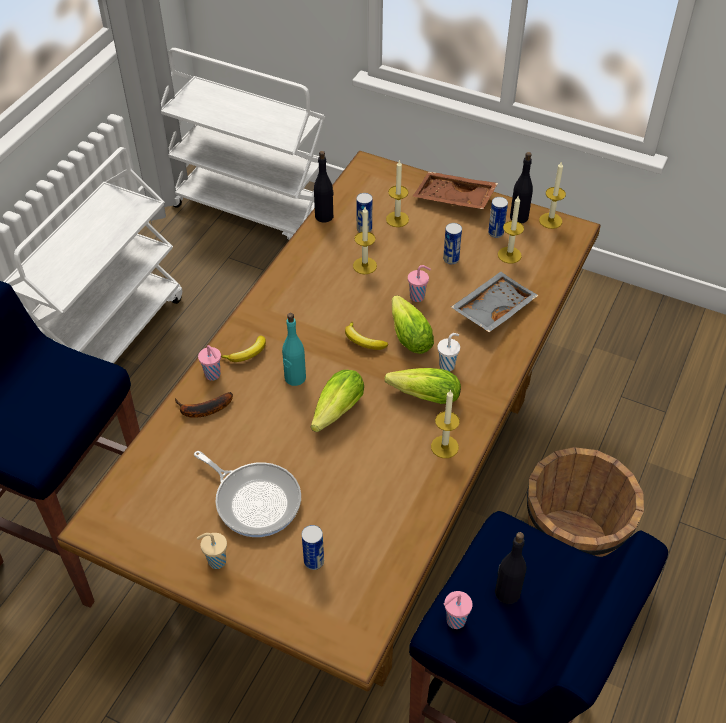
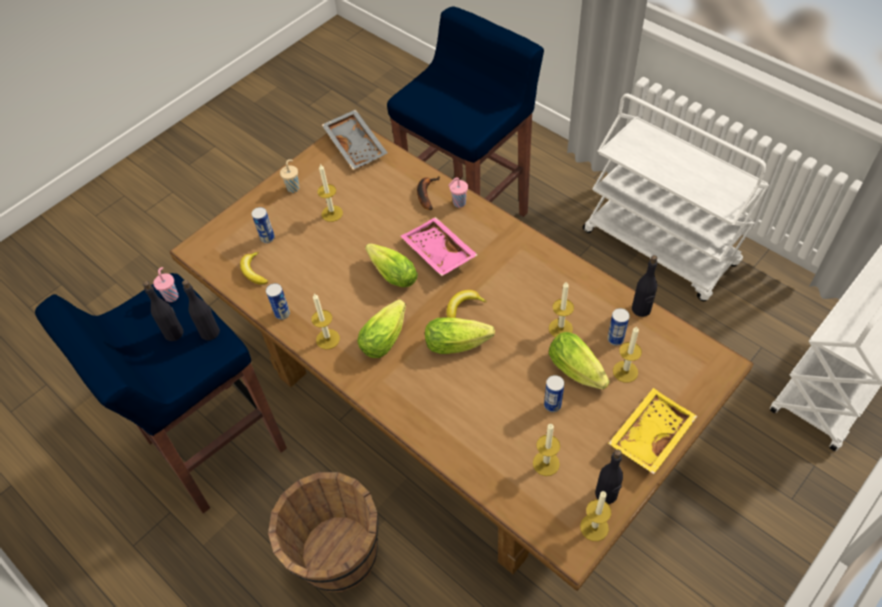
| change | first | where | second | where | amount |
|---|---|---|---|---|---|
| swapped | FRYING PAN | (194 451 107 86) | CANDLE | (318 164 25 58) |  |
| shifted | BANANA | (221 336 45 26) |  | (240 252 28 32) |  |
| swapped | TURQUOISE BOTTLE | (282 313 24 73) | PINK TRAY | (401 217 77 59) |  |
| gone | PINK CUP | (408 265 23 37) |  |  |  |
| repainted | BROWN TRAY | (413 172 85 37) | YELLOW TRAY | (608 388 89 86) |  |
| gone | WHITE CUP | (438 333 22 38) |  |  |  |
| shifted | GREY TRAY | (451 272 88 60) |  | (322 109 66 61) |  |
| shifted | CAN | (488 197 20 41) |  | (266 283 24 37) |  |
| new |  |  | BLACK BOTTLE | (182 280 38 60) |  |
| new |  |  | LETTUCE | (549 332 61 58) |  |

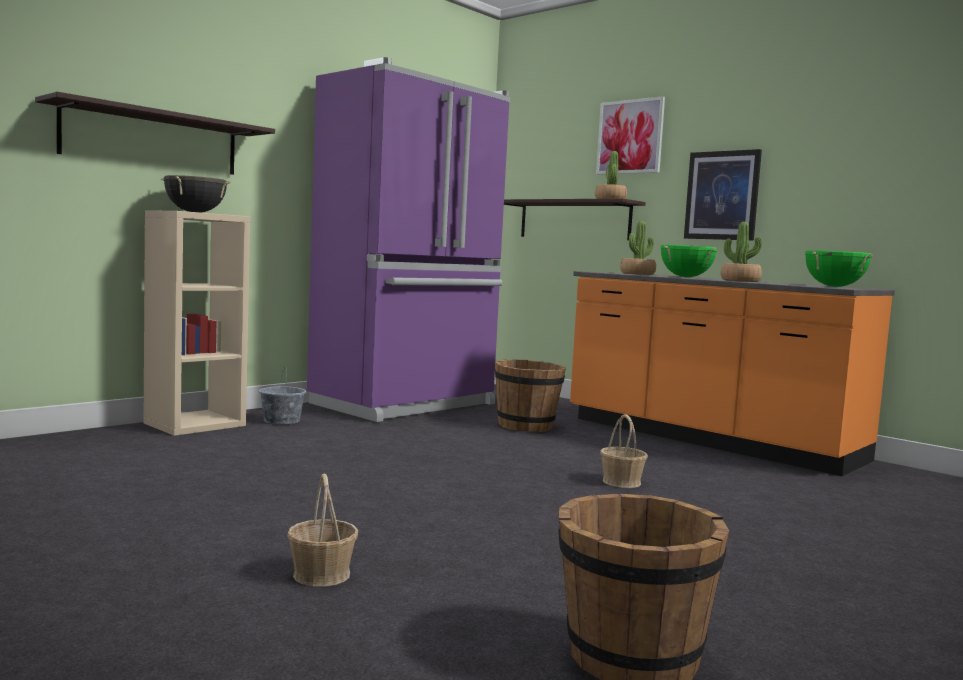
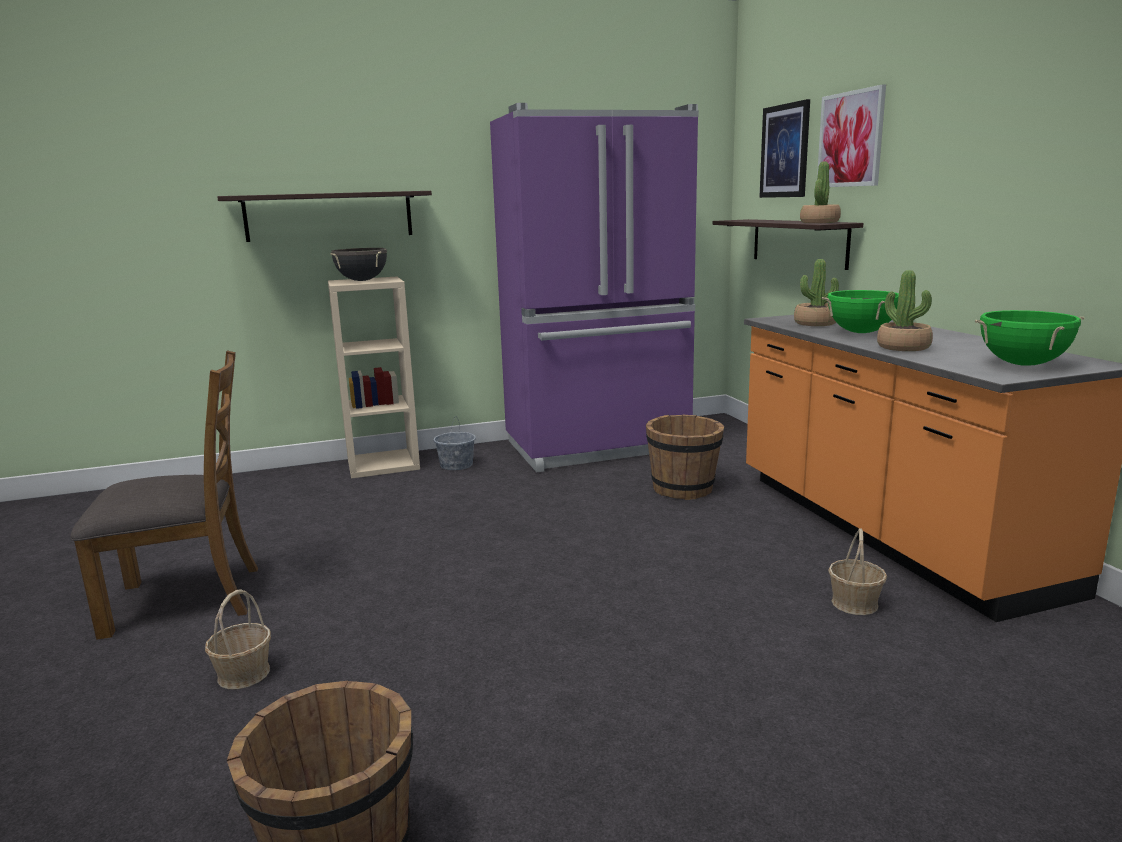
| change | first | where | second | where | amount |
|---|---|---|---|---|---|
| shifted | BASKET | (600 414 48 74) |  | (828 528 59 87) |  |
| shifted | PICTURE | (684 149 78 92) |  | (759 99 51 99) |  |
| new |  |  | BROWN CHAIR | (70 351 188 289) |  |

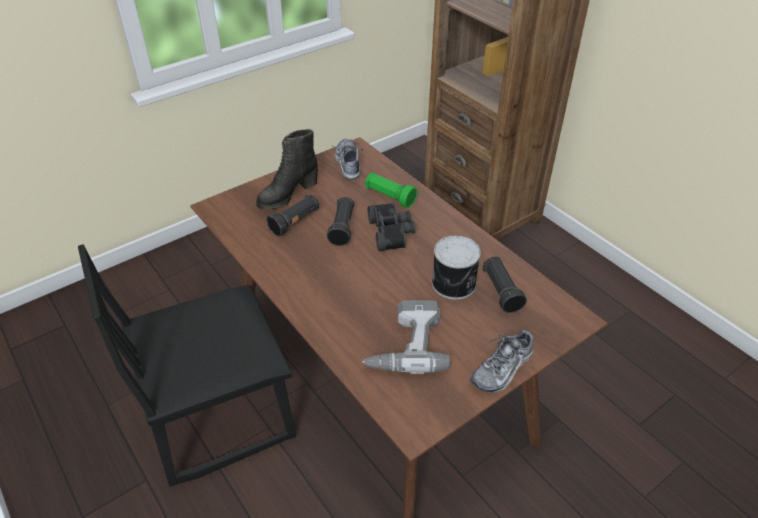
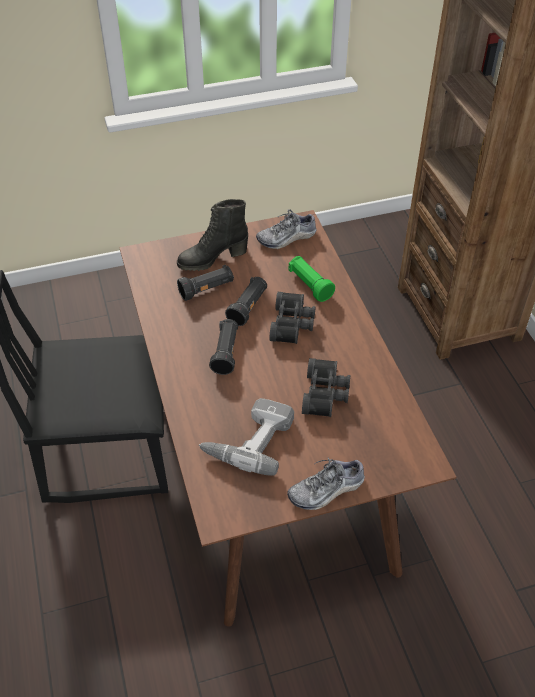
| change | first | where | second | where | amount |
|---|---|---|---|---|---|
| rotated | SHOE | (331 139 32 41) |  | (256 210 61 39) | 120 degrees counterclockwise |
| swapped | CAN | (432 236 49 64) | BLACK BINOCULARS | (302 358 48 59) |  |
| shifted | BLACK FLASHLIGHT | (483 257 44 56) |  | (209 319 29 56) |  |

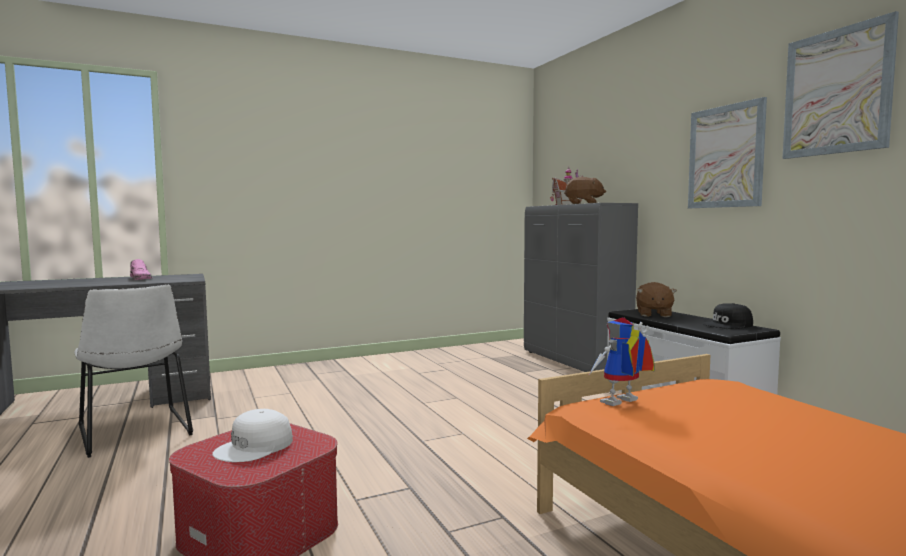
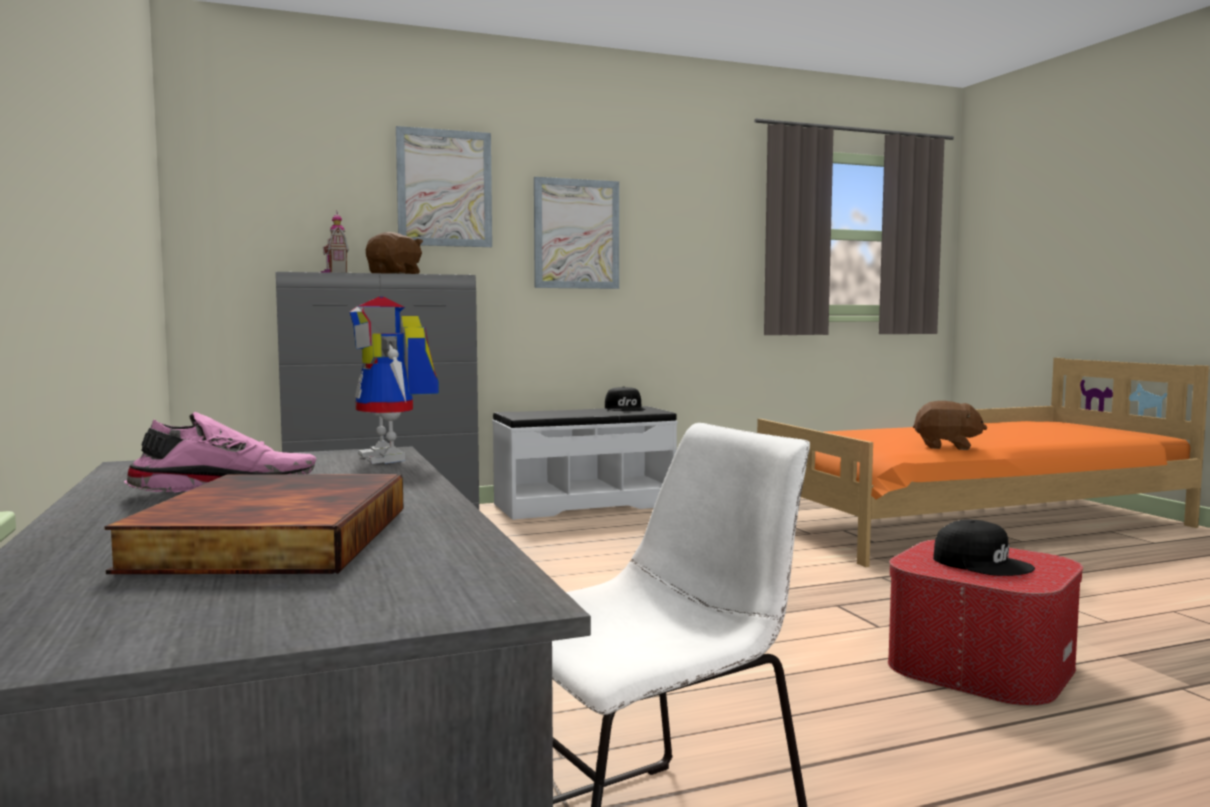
| change | first | where | second | where | amount |
|---|---|---|---|---|---|
| repainted | WHITE CAP | (212 409 81 53) | BLACK CAP | (933 520 102 56) |  |
| shifted | TOY ROBOT | (588 317 67 89) |  | (349 297 90 167) |  |
| shifted | BROWN PLUSH TOY | (636 282 41 35) |  | (913 401 74 49) |  |
| shifted | PICTURE | (782 11 117 148) |  | (396 126 96 121) |  |
| new |  |  | BOOK | (105 474 298 100) |  |

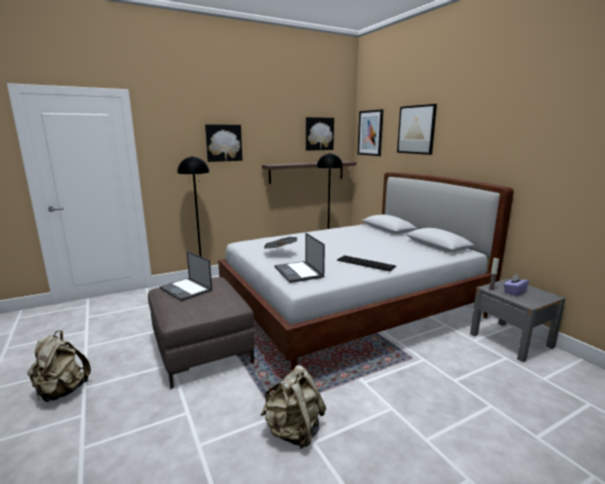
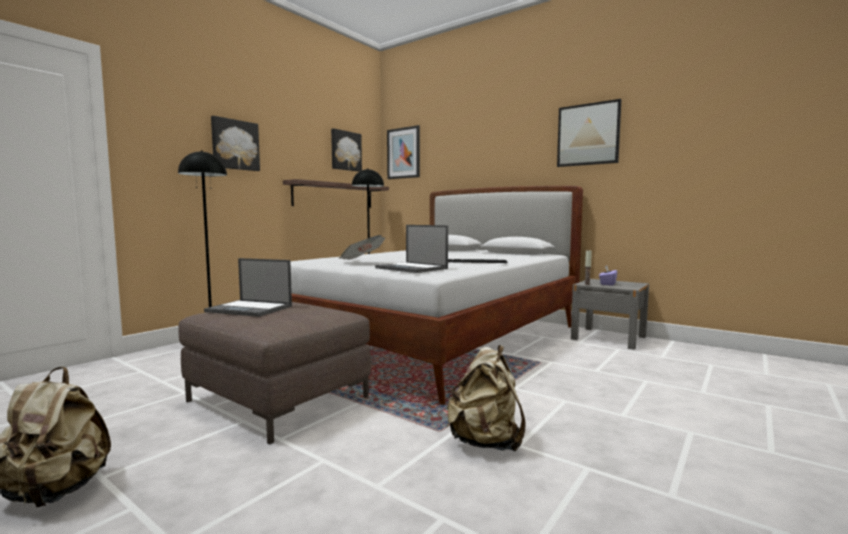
| change | first | where | second | where | amount |
|---|---|---|---|---|---|
| shifted | PICTURE | (397 104 40 51) |  | (557 99 64 68) |  |

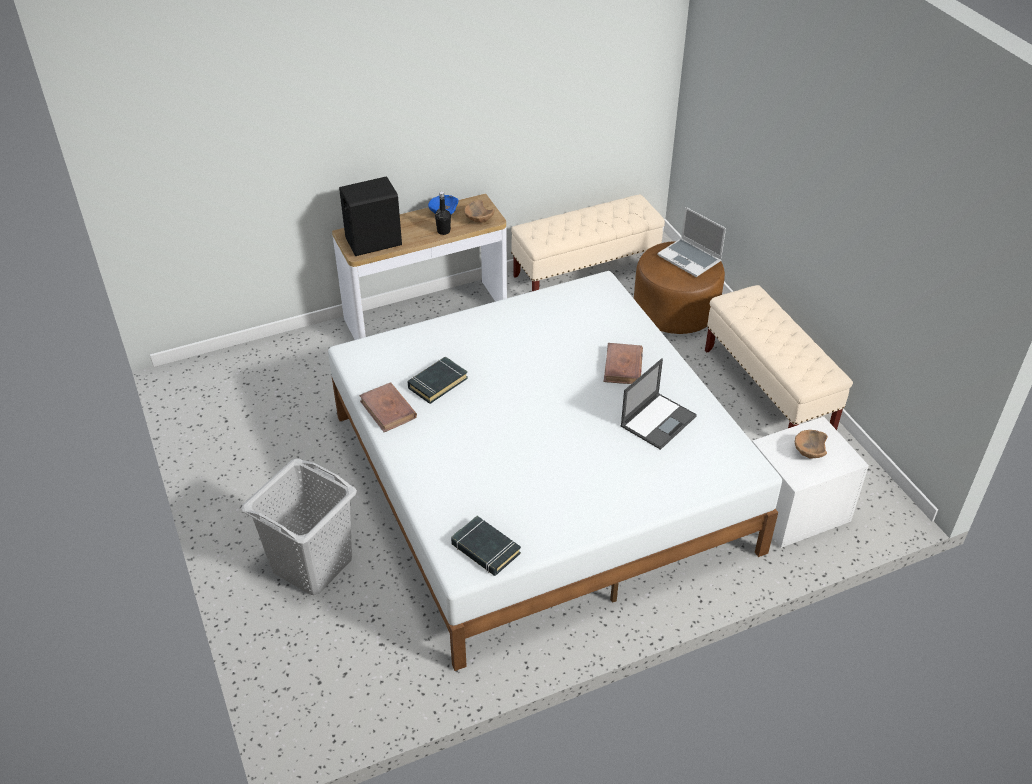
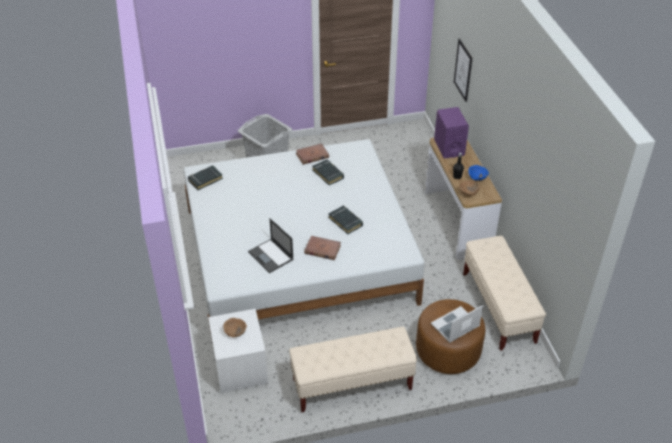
| change | first | where | second | where | amount |
|---|---|---|---|---|---|
| repainted | BLACK SPEAKER | (339 176 63 80) | PURPLE SPEAKER | (434 107 35 51) |  |
| new |  |  | BLACK BOOK | (328 206 35 28) |  |
| new |  |  | PICTURE | (454 39 18 63) |  |

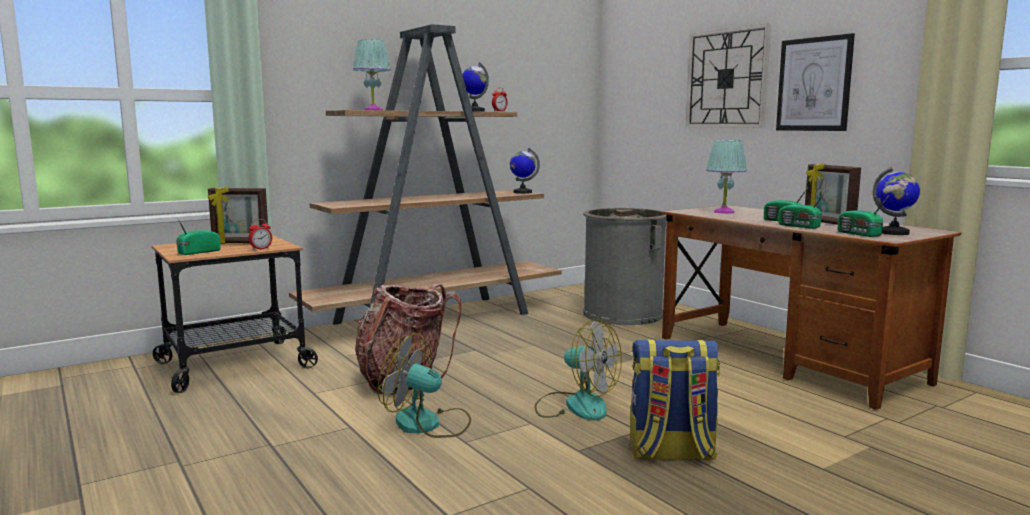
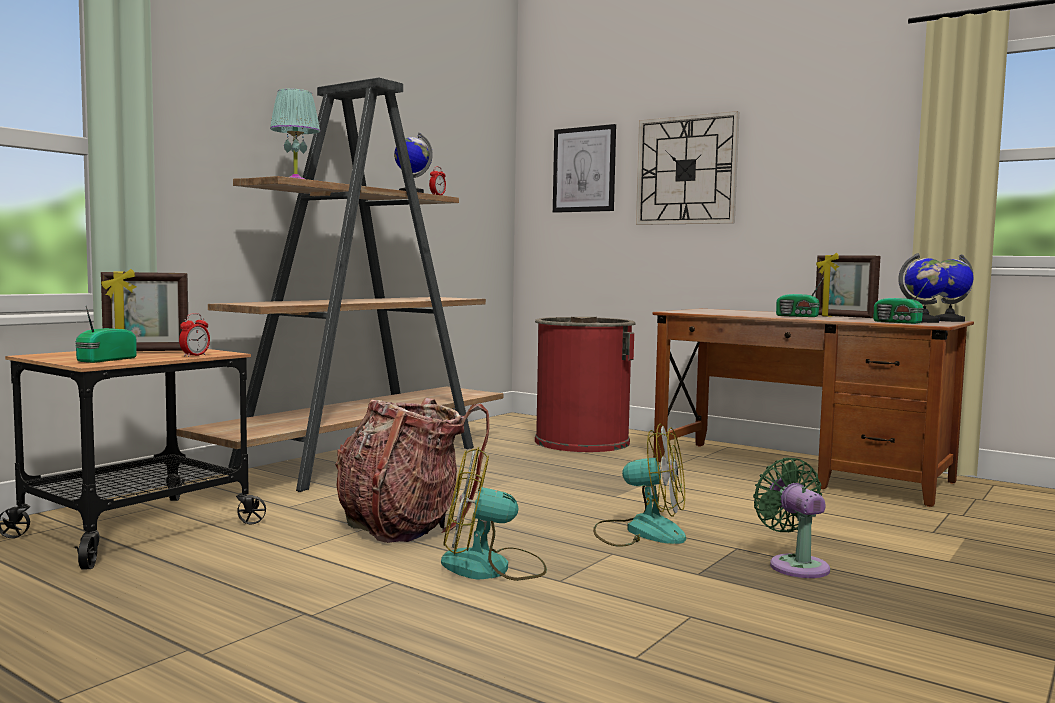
| change | first | where | second | where | amount |
|---|---|---|---|---|---|
| shifted | GLOBE | (510 148 30 46) |  | (936 254 38 68) |  |
| repainted | GREY TRASH CAN | (583 208 83 117) | RED TRASH CAN | (535 317 101 135) |  |
| swapped | BACKPACK | (630 340 90 120) | GREEN FAN | (753 457 77 121) |  |
| gone | TURQUOISE TABLE LAMP | (706 140 41 74) |  |  |  |
| shifted | PICTURE | (776 33 79 98) |  | (553 124 63 89) |  |
| gone | RADIO | (779 190 48 39) |  |  |  |

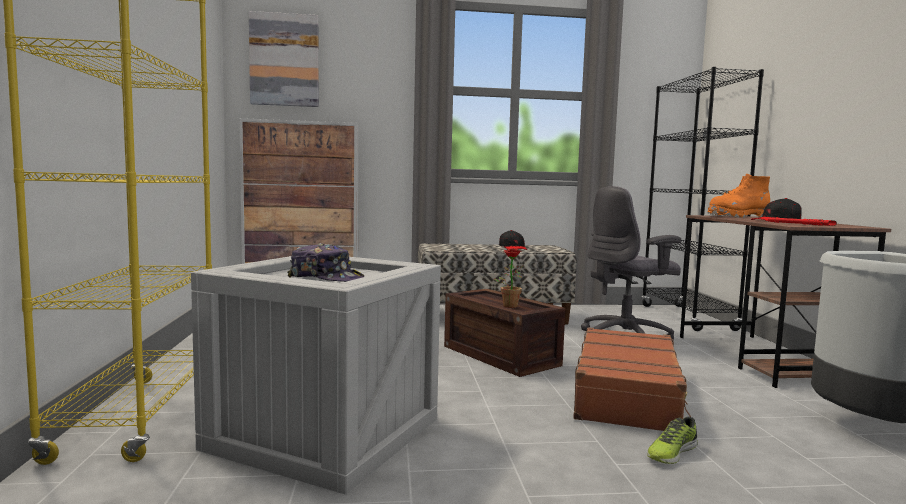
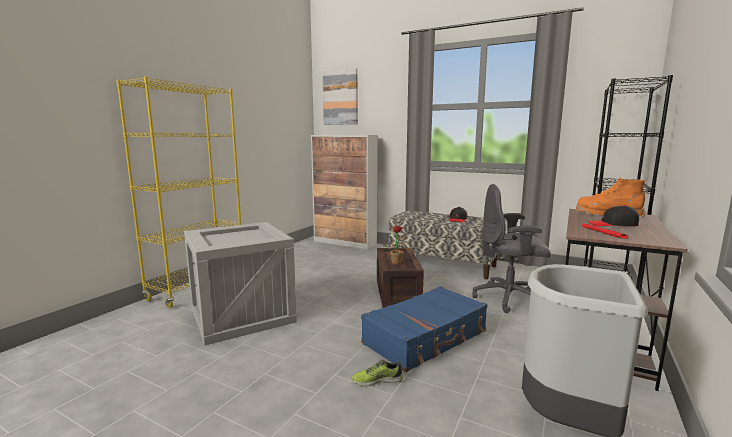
| change | first | where | second | where | amount |
|---|---|---|---|---|---|
| gone | CAP | (288 243 76 39) |  |  |  |
| repainted | BROWN SUITCASE | (573 327 118 104) | BLUE SUITCASE | (361 286 126 86) |  |

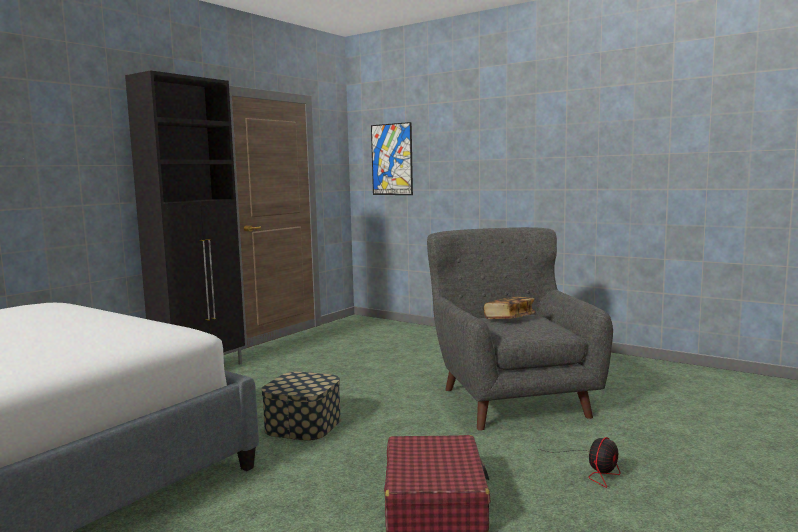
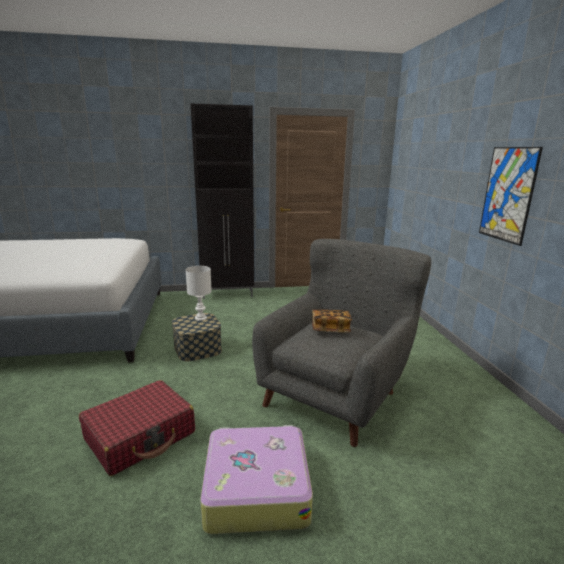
| change | first | where | second | where | amount |
|---|---|---|---|---|---|
| shifted | PICTURE | (371 122 42 73) |  | (479 147 64 99) |  |
| swapped | FAN | (539 437 81 51) | SUITCASE | (200 425 113 109) |  |
| new |  |  | WHITE TABLE LAMP | (186 266 26 55) |  |

